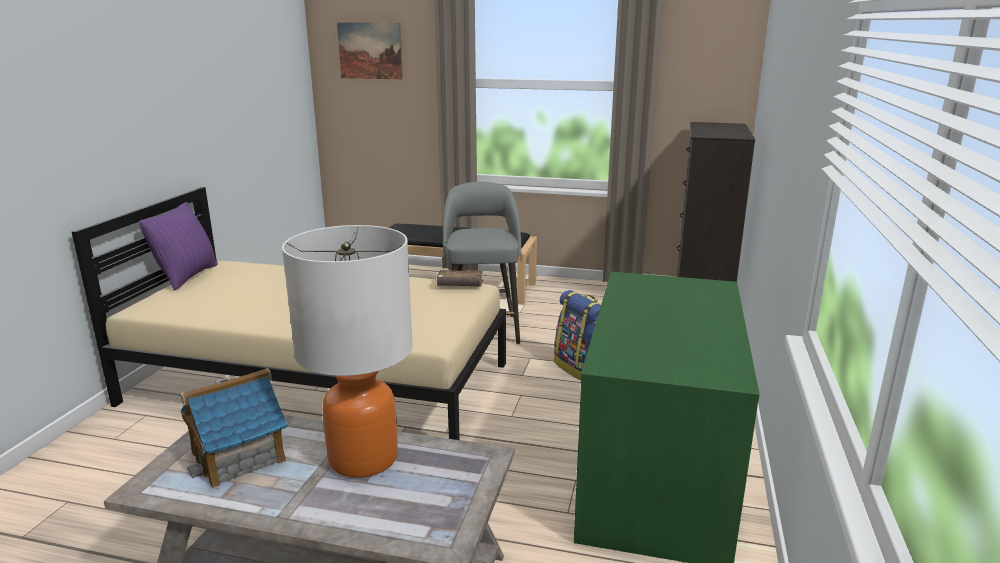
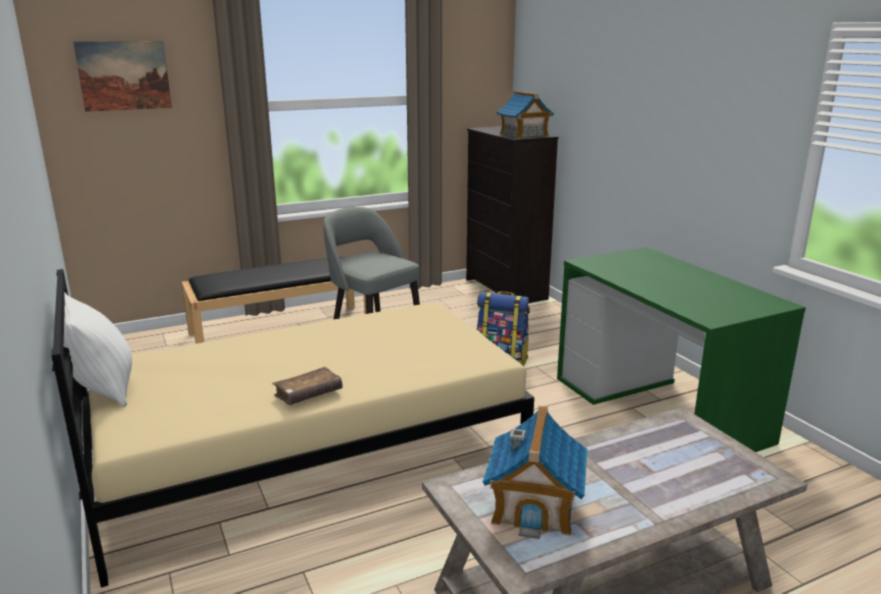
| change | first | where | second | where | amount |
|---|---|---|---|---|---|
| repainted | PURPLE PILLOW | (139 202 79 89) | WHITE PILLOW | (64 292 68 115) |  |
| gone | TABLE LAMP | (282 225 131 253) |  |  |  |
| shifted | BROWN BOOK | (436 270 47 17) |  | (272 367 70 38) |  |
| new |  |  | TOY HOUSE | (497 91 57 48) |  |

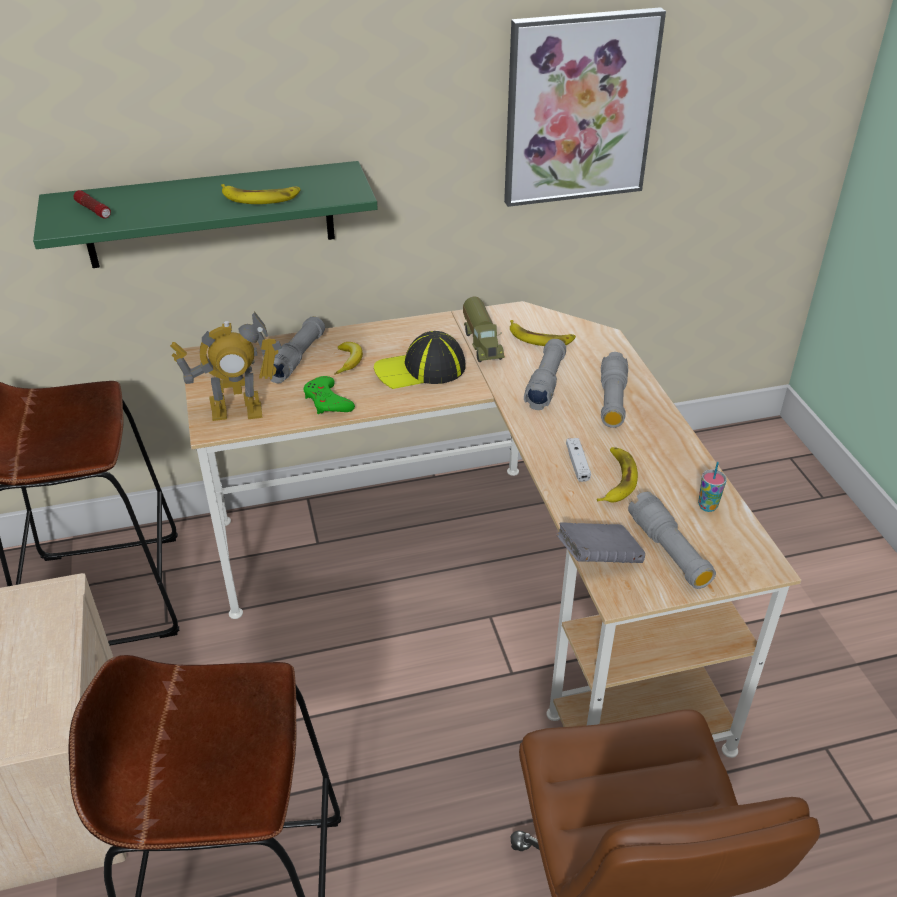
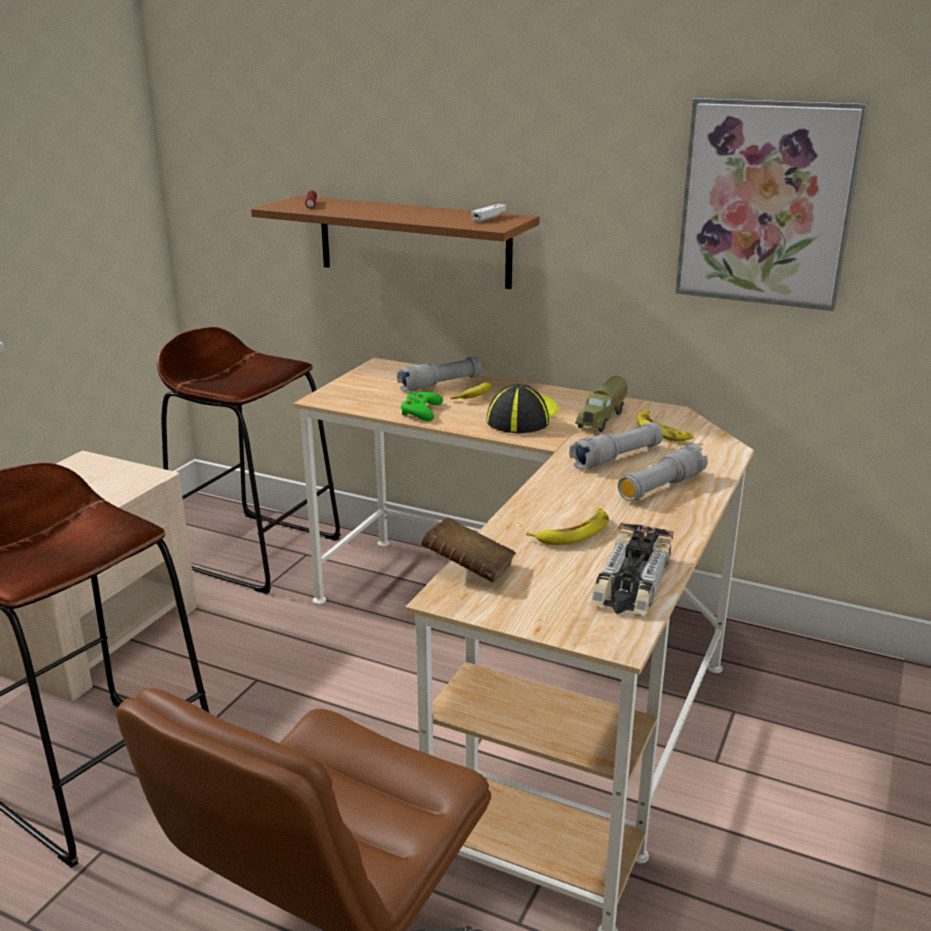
| change | first | where | second | where | amount |
|---|---|---|---|---|---|
| repainted | GREEN SHELF | (33 161 345 107) | BROWN SHELF | (251 196 288 93) |  |
| gone | TOY ROBOT | (170 311 112 110) |  |  |  |
| gone | BANANA | (221 184 80 20) |  |  |  |
| rotated | CAP | (374 331 92 58) |  | (487 384 73 49) | 90 degrees clockwise |
| repainted | GREY BOOK | (557 522 88 41) | BROWN BOOK | (421 517 95 65) |  |
| shifted | WHITE GAME CONTROLLER | (566 438 25 44) |  | (471 204 36 18) |  |
| gone | GREY FLASHLIGHT | (628 492 88 97) |  |  |  |
| swapped | CUP | (698 462 29 50) | TOY CAR | (591 522 83 93) |  |

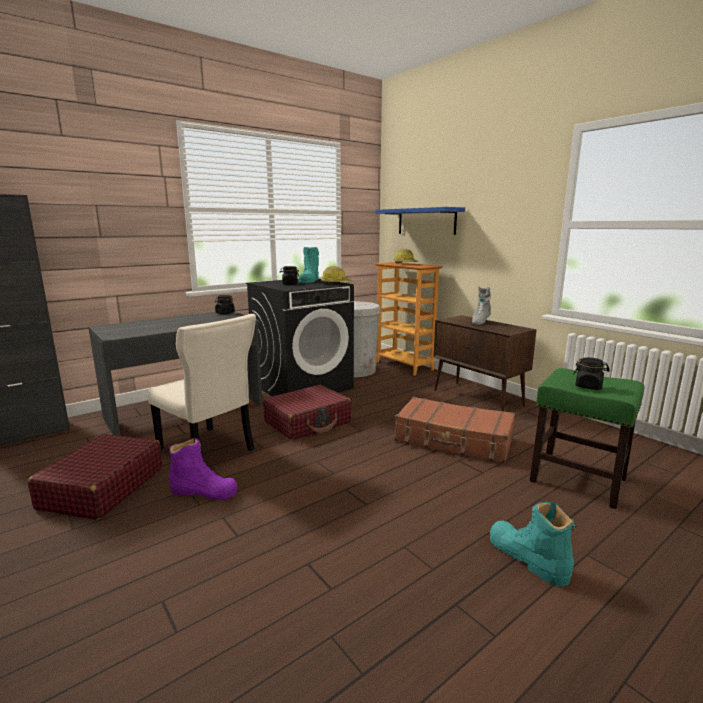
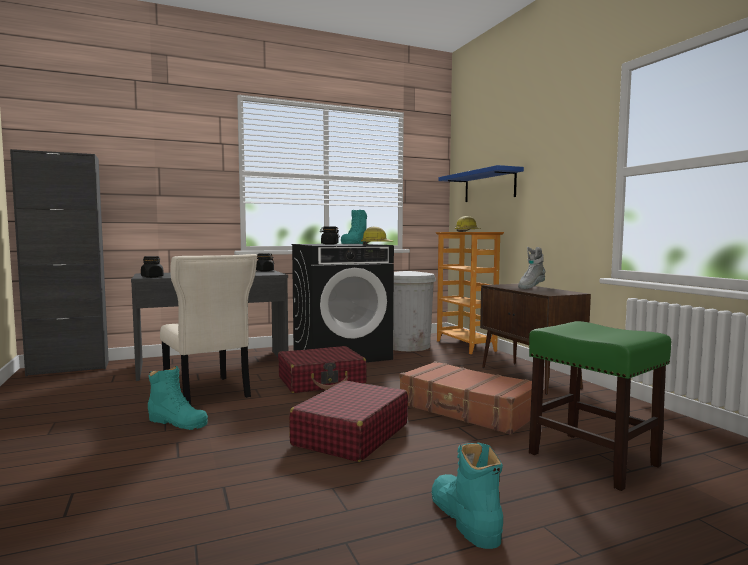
| change | first | where | second | where | amount |
|---|---|---|---|---|---|
| shifted | RED SUITCASE | (28 434 134 86) |  | (289 381 119 81) |  |
| repainted | PURPLE BOOT | (168 438 69 62) | TURQUOISE BOOT | (148 366 60 64) |  |
| shifted | BLACK JAR | (573 358 37 32) |  | (141 256 23 22) |  |

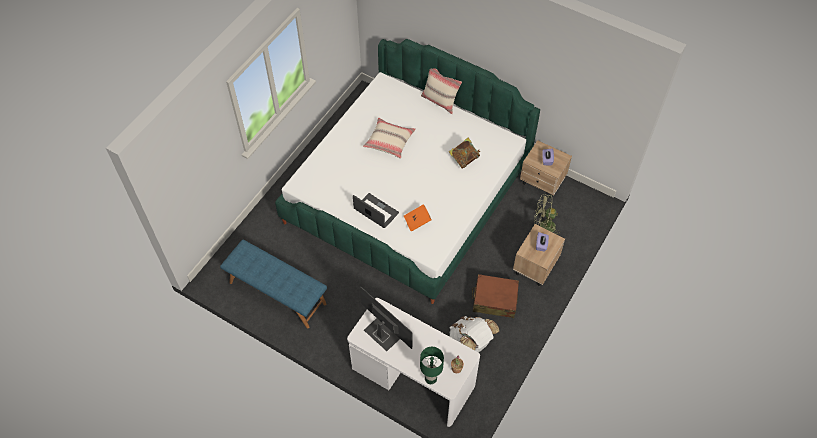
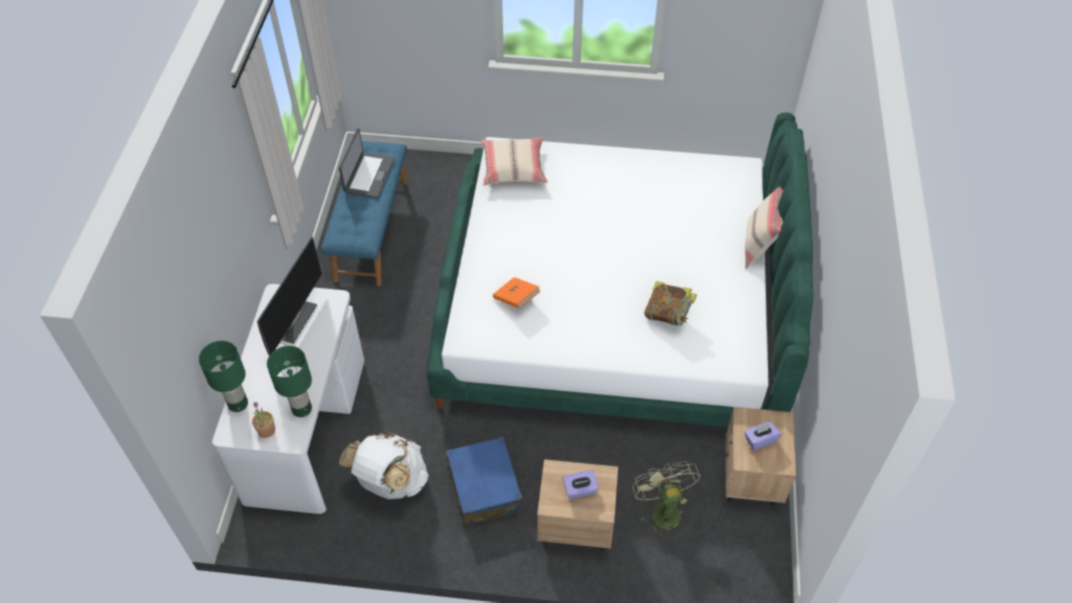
| change | first | where | second | where | amount |
|---|---|---|---|---|---|
| shifted | LAPTOP | (353 193 46 35) |  | (339 128 56 70) |  |
| shifted | BEIGE PILLOW | (363 118 53 40) |  | (481 137 67 48) |  |
| repainted | BROWN SUITCASE | (472 274 47 44) | BLUE SUITCASE | (446 437 76 89) |  |
| new |  |  | GREEN TABLE LAMP | (267 346 45 71) |  |

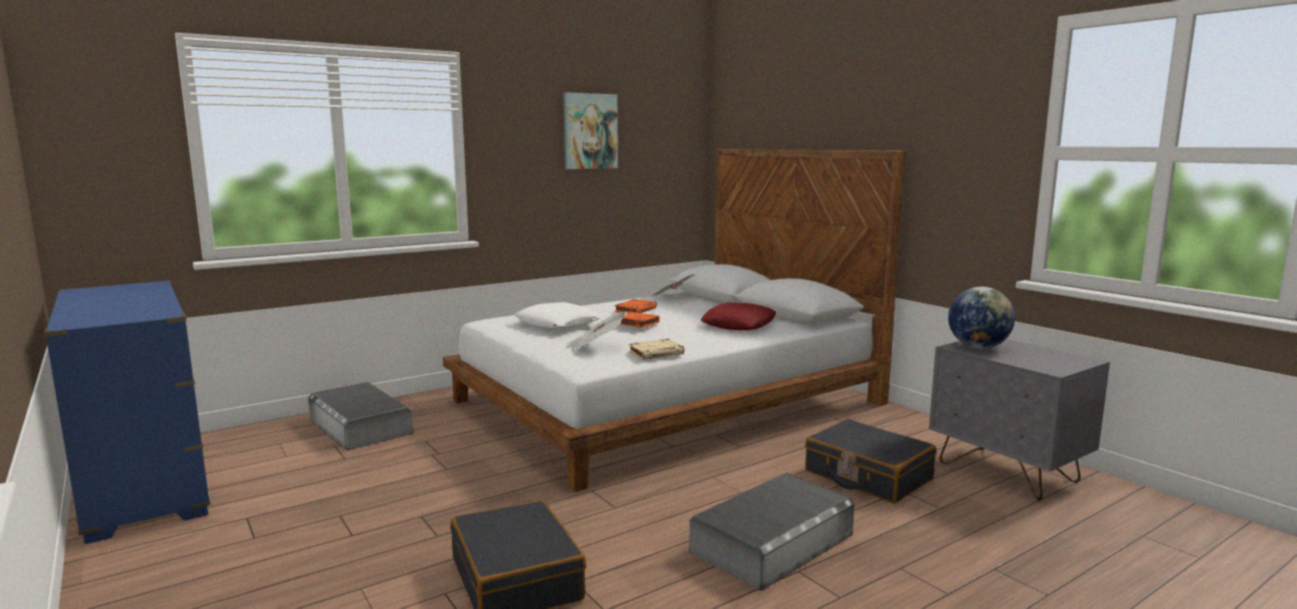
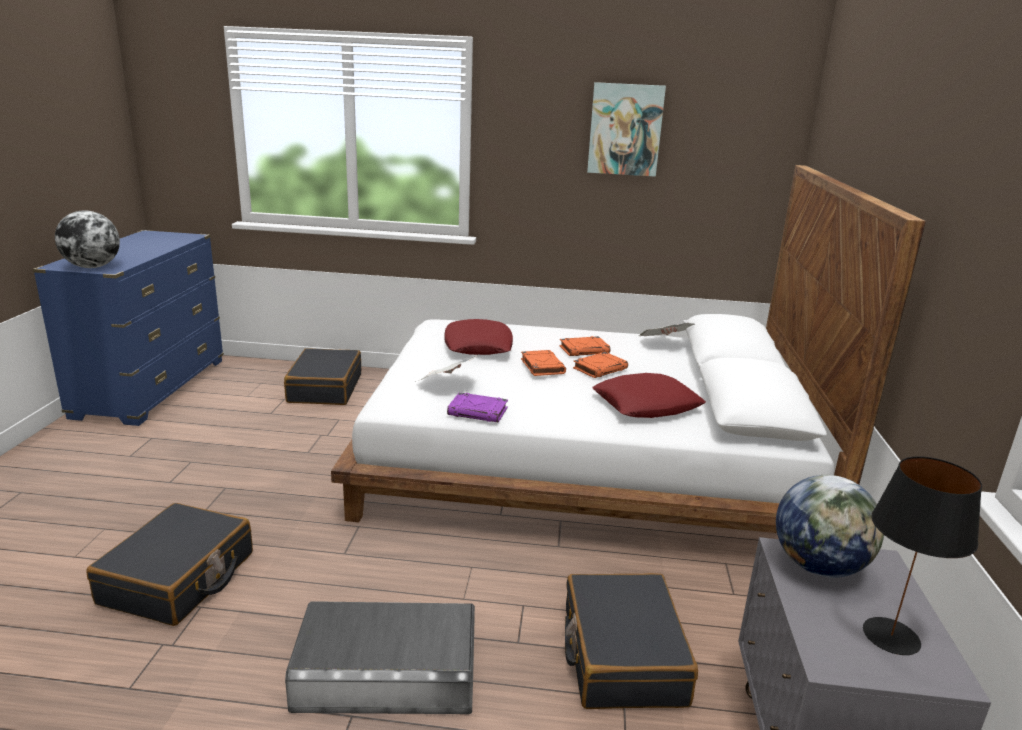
| change | first | where | second | where | amount |
|---|---|---|---|---|---|
| swapped | GREY STORAGE BOX | (308 382 105 69) | BLACK SUITCASE | (284 348 77 57) |  |
| repainted | WHITE PILLOW | (514 302 88 28) | RED PILLOW | (445 319 68 36) |  |
| repainted | BEIGE BOOK | (628 339 56 21) | PURPLE BOOK | (447 392 61 31) |  |
| new |  |  | GLOBE | (55 211 65 57) |  |
| new |  |  | ORANGE BOOK | (573 352 55 26) |  |
| new |  |  | BLACK TABLE LAMP | (863 456 119 199) |  |

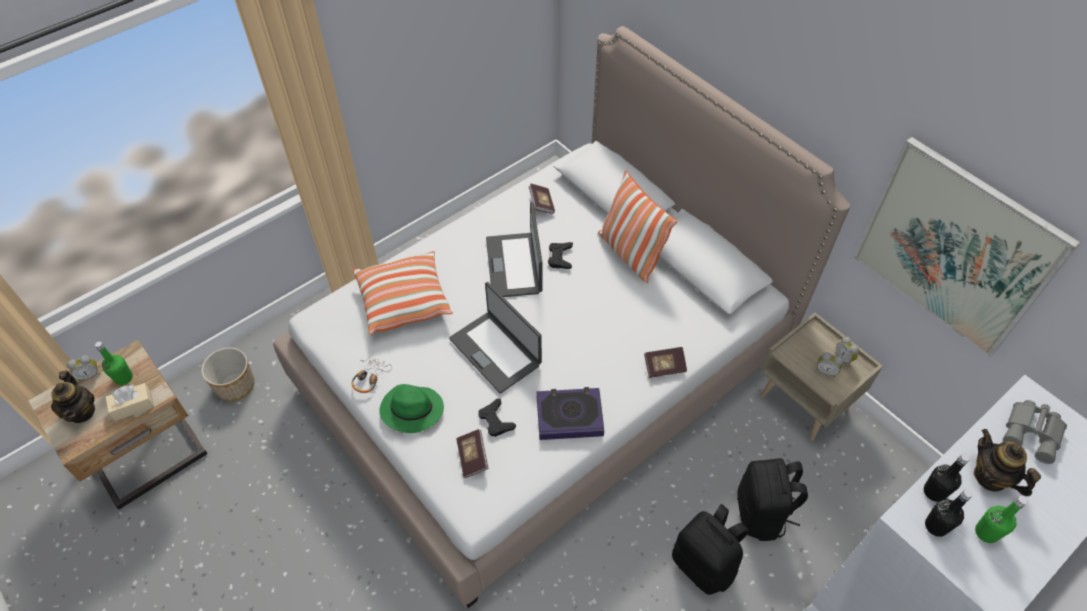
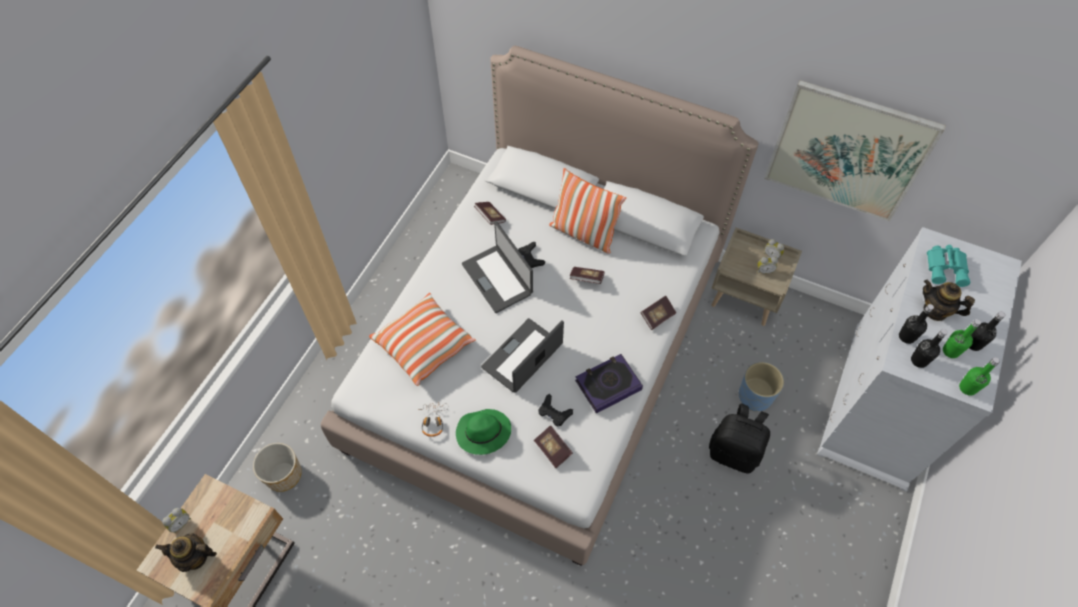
| change | first | where | second | where | amount |
|---|---|---|---|---|---|
| rotated | TEAPOT | (51 370 44 53) |  | (155 533 62 39) | 135 degrees clockwise |
| shifted | GREEN BOTTLE | (95 341 38 44) |  | (959 357 41 38) |  |
| gone | BEIGE TISSUE BOX | (105 383 49 38) |  |  |  |
| rotated | LAPTOP | (449 282 93 112) |  | (481 318 83 75) | 105 degrees clockwise |
| swapped | BLACK BACKPACK | (737 458 71 83) | BLUE PLANTER | (739 362 45 50) |  |
| repainted | GREY BINOCULARS | (1003 400 64 64) | TURQUOISE BINOCULARS | (927 245 43 42) |  |
| new |  |  | BOOK | (570 267 35 17) |  |
| new |  |  | BLACK BOTTLE | (969 312 36 39) |  |

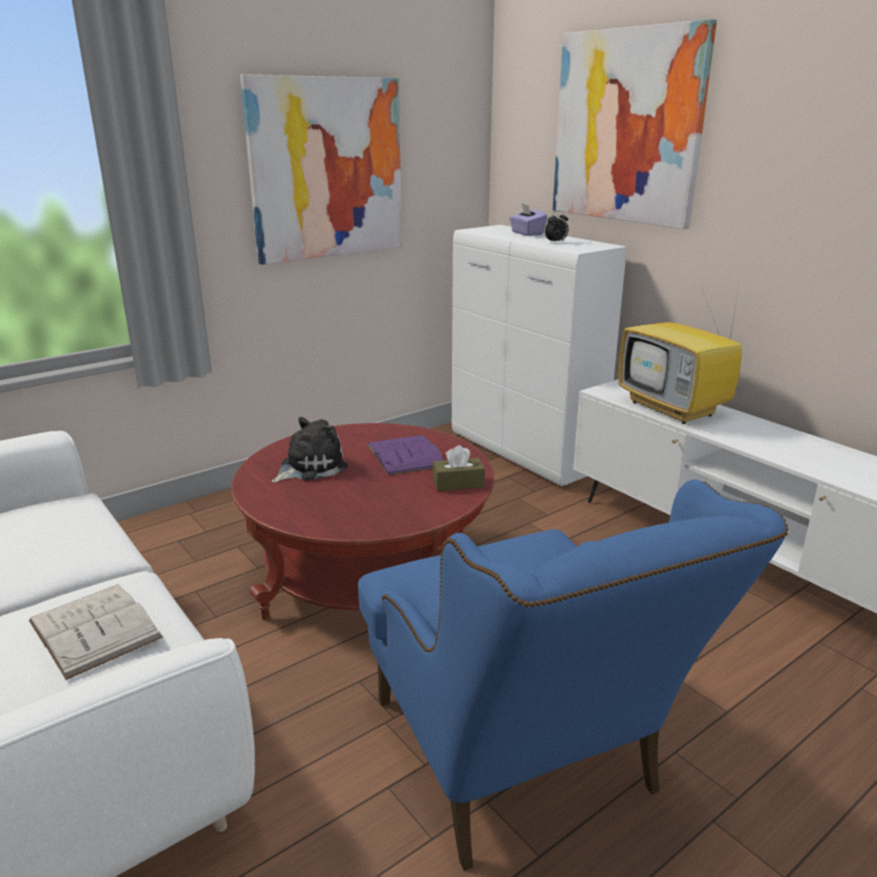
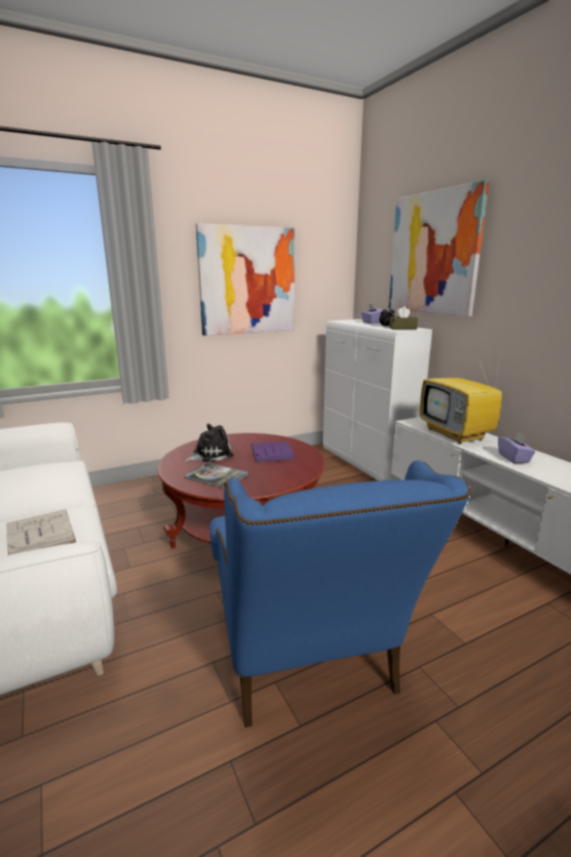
| change | first | where | second | where | amount |
|---|---|---|---|---|---|
| shifted | BROWN TISSUE BOX | (433 445 52 46) |  | (389 306 29 23) |  |
| new |  |  | BOOK | (184 463 65 25) |  |
| new |  |  | PURPLE TISSUE BOX | (498 432 37 31) |  |

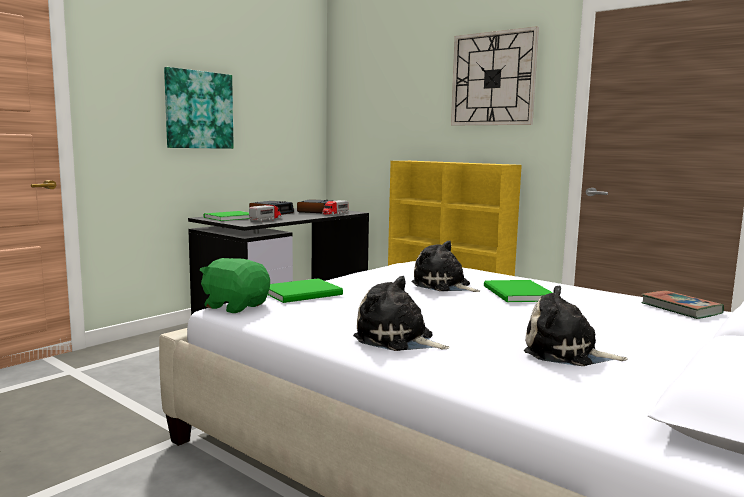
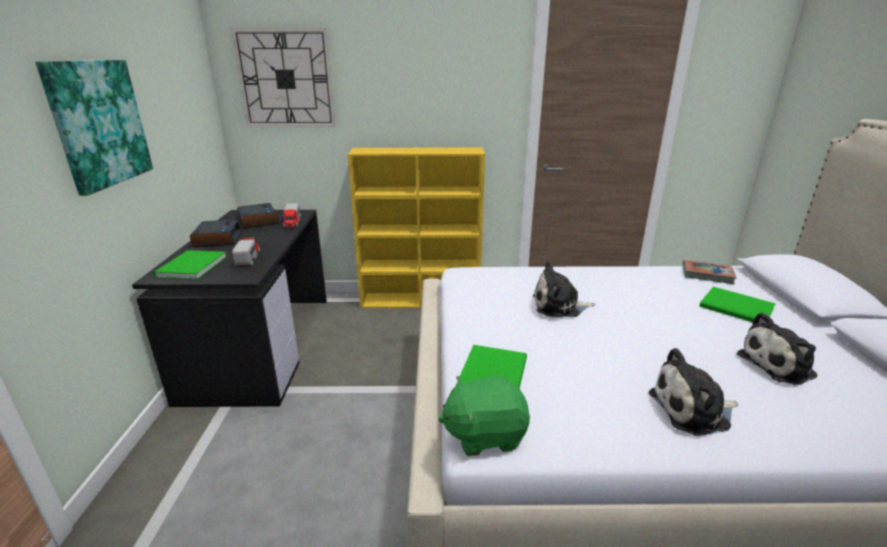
| change | first | where | second | where | amount |
|---|---|---|---|---|---|
| shifted | WALL CLOCK | (451 26 88 99) |  | (231 28 105 99) |  |
| shifted | GREEN BOOK | (484 280 69 22) |  | (699 287 77 35) |  |

